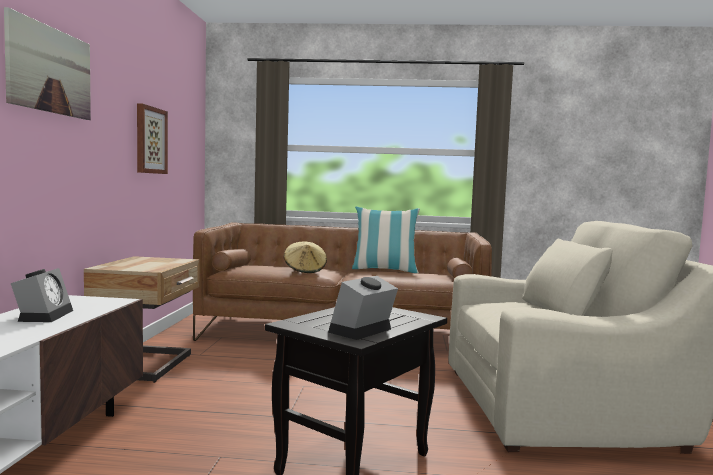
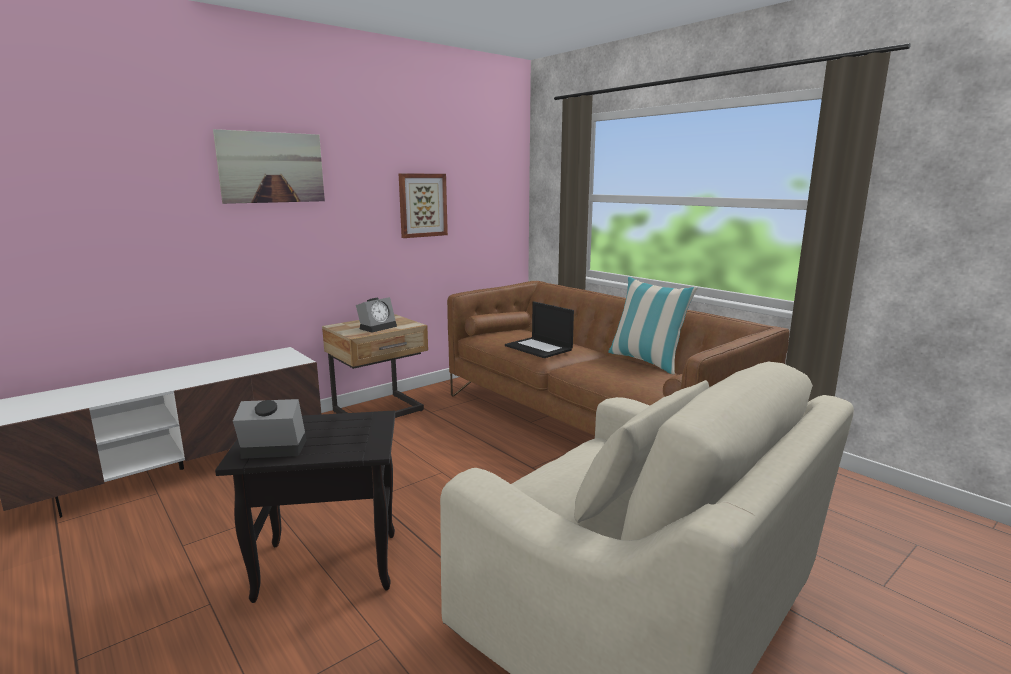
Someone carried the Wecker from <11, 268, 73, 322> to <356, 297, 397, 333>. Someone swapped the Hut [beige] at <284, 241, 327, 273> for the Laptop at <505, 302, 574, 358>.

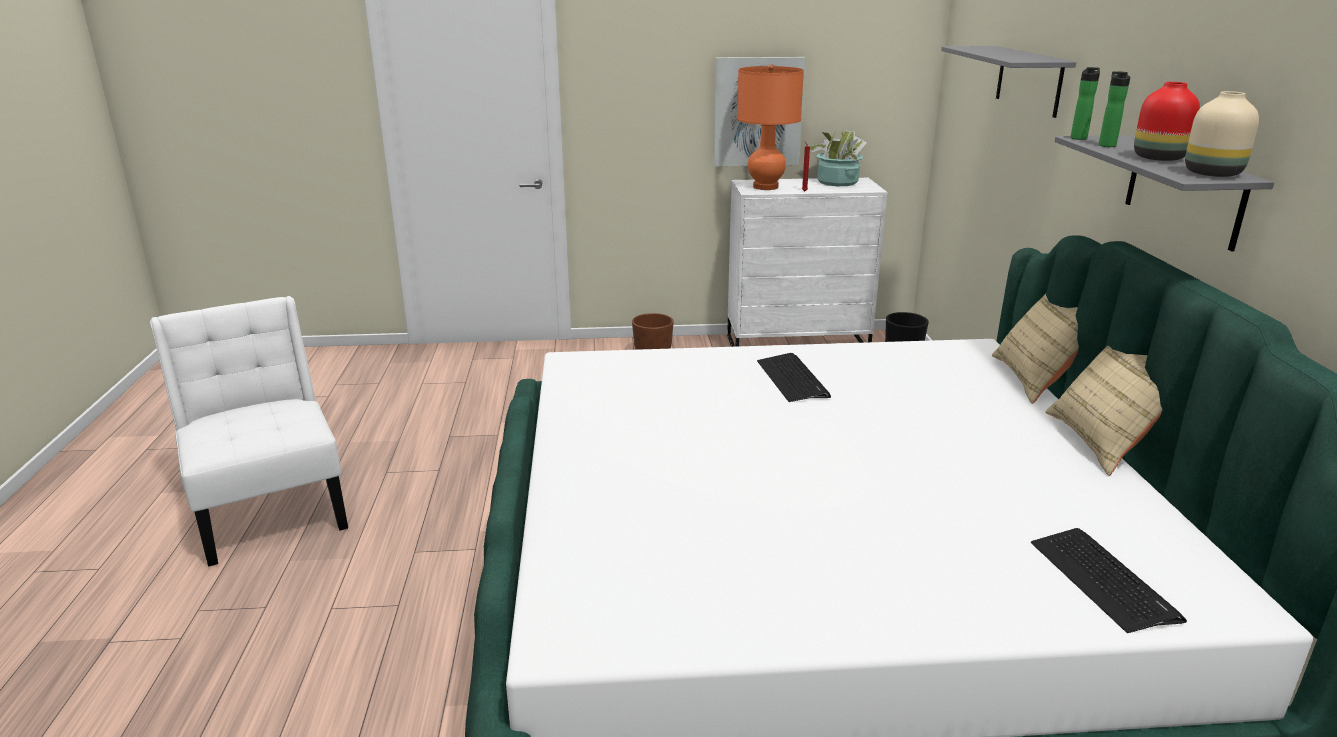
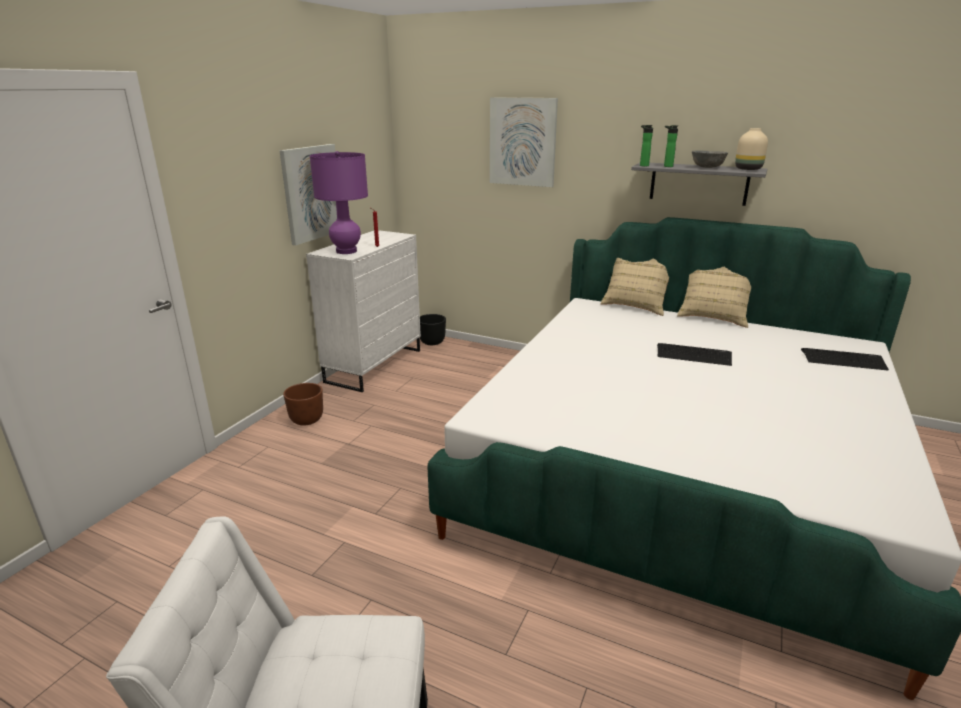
Someone repainted the Tischlampe [orange] at <737, 65, 804, 190>, which became the Tischlampe [lila] at <310, 151, 368, 254>. Someone swapped the Wandregal [grau] at <941, 46, 1076, 118> for the Bild at <490, 97, 558, 187>. Someone carried the Tastatur from <757, 353, 831, 402> to <657, 343, 732, 366>. Someone swapped the Vase [rot] at <1134, 82, 1200, 161> for the Schüssel [grau] at <692, 151, 728, 168>. Someone took away the Topfpflanze at <804, 130, 867, 186>.

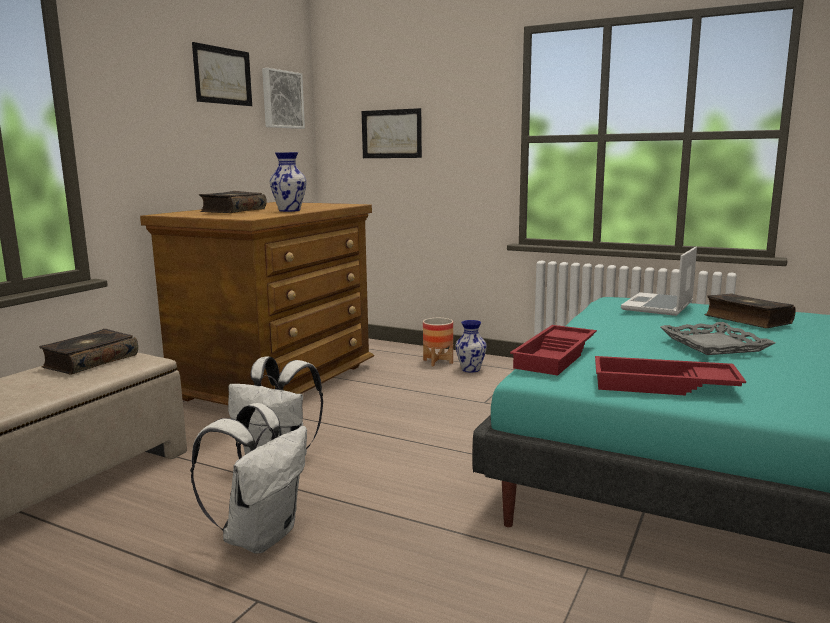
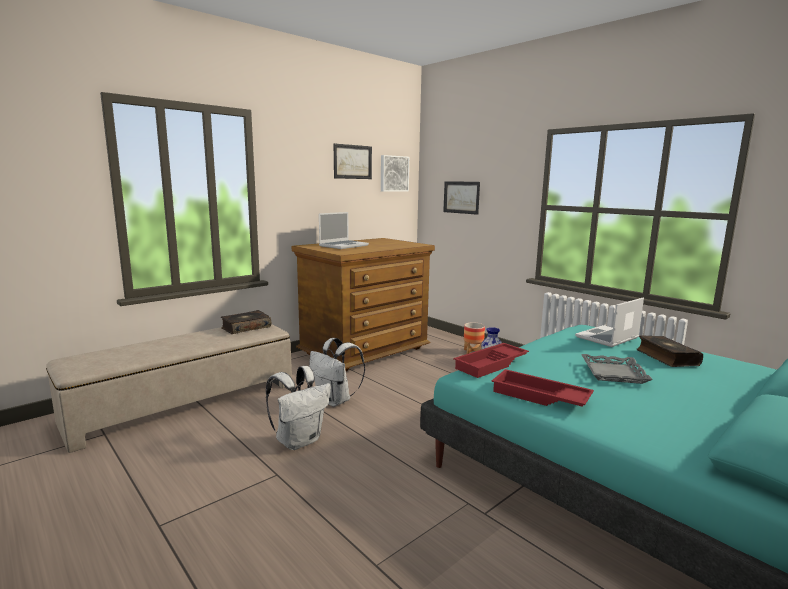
Someone swapped the Buch at <199, 191, 266, 213> for the Laptop at <319, 212, 369, 249>. Someone took away the Vase at <270, 152, 306, 212>.

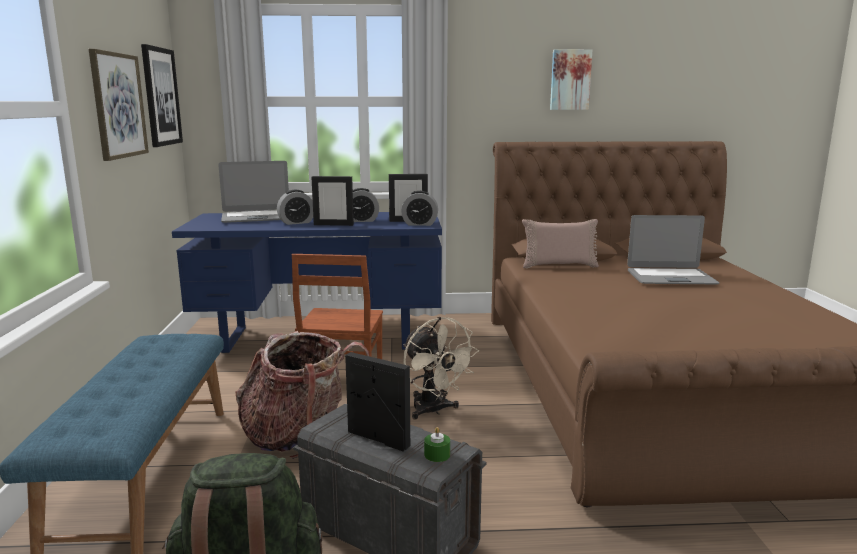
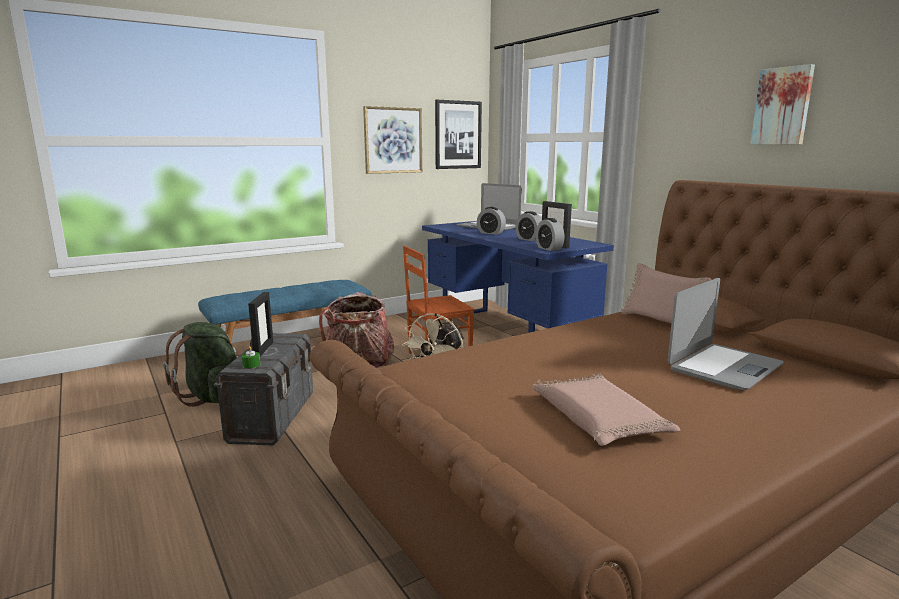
Someone put down the Kissen [beige] at <532, 374, 680, 446>. Someone rotated the Laptop at <627, 215, 719, 284> by 105 degrees counterclockwise. Someone took away the Bilderrahmen at <311, 176, 354, 226>.

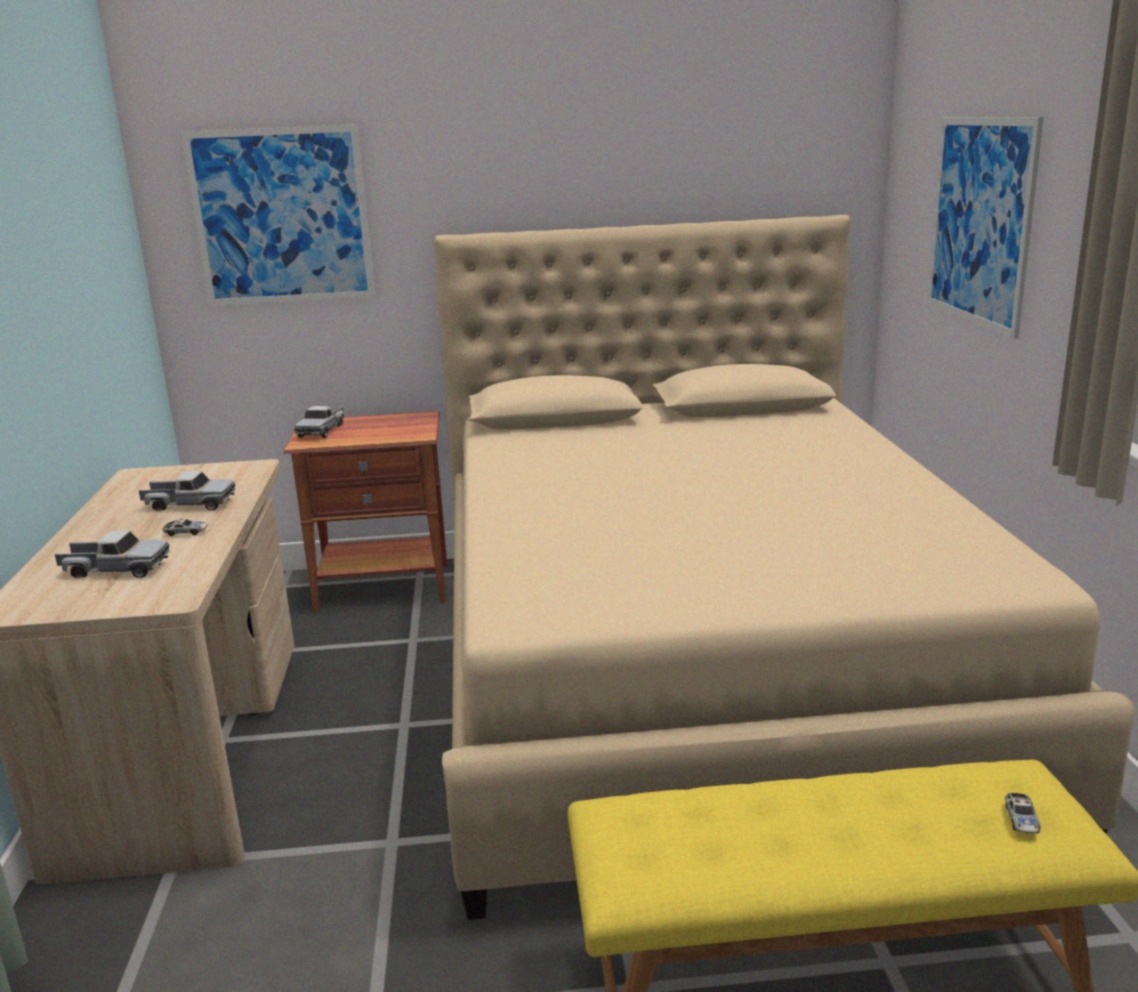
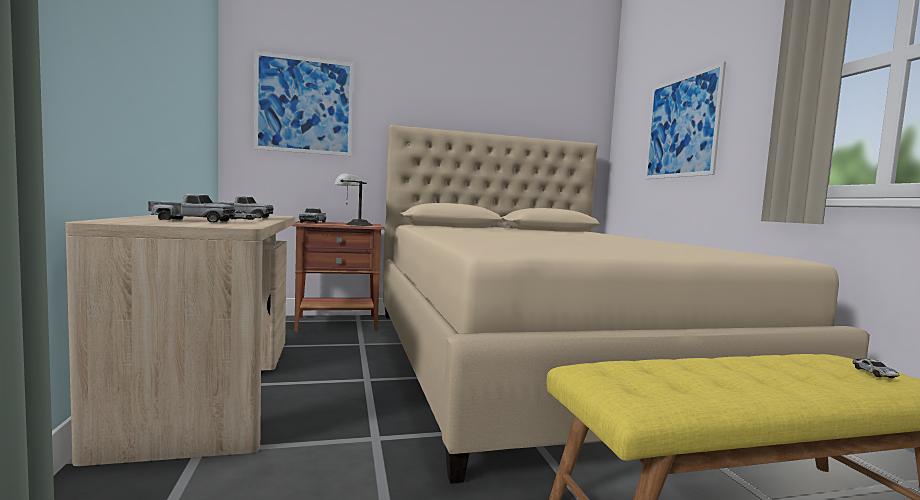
Someone put down the Tischlampe at <334, 174, 373, 226>.

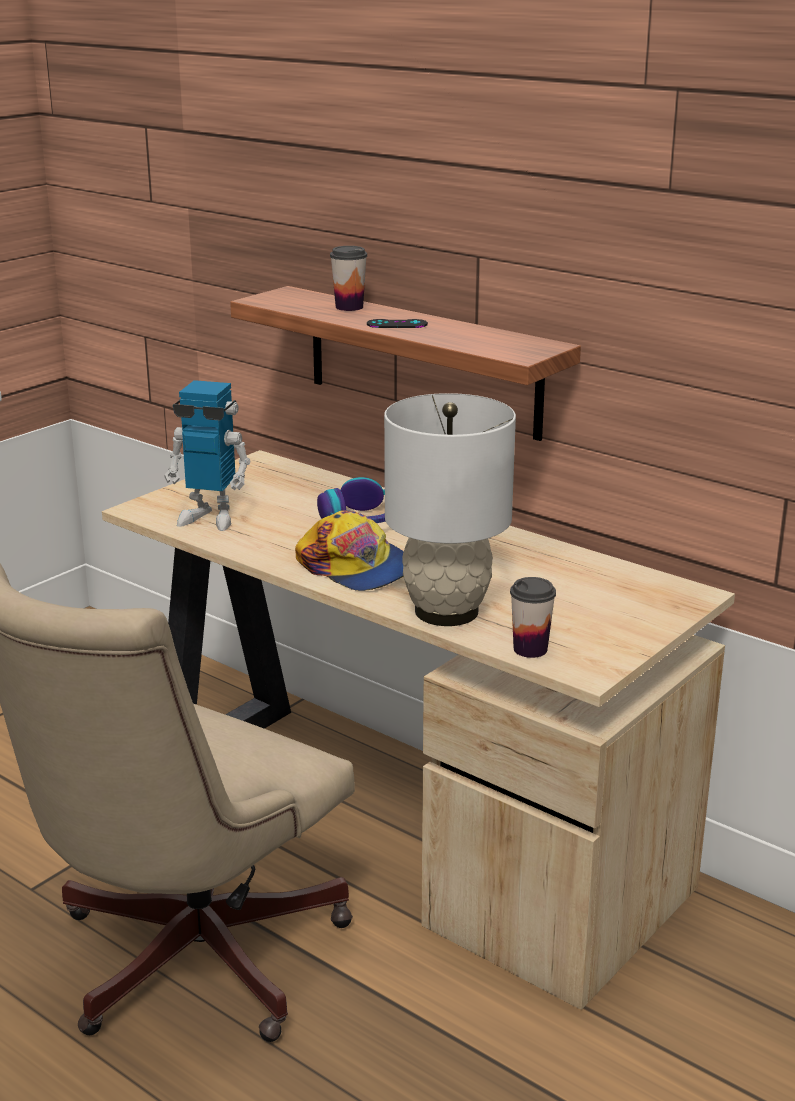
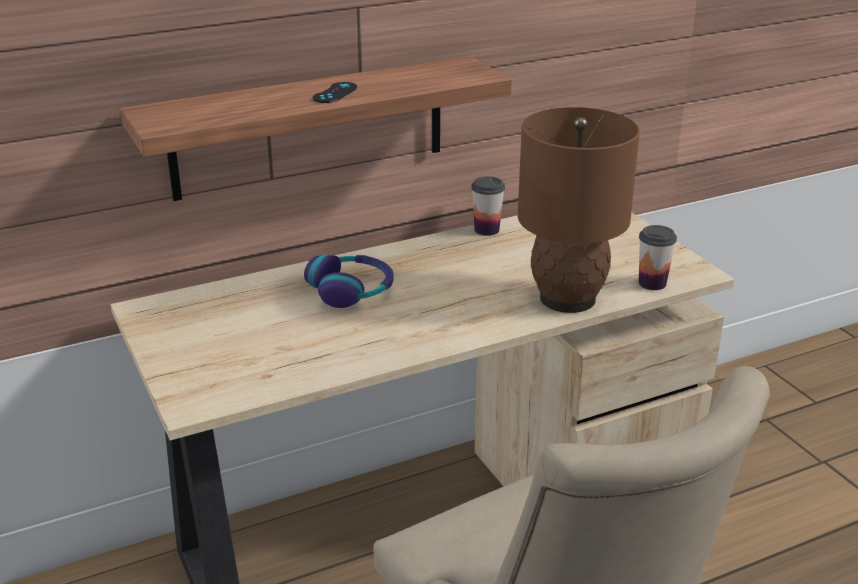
Someone carried the Tasse from <330, 246, 367, 311> to <471, 176, 505, 236>. Someone repainted the Tischlampe [weiß] at <384, 393, 516, 626>, which became the Tischlampe [braun] at <518, 107, 640, 313>. Someone took away the Spielzeugroboter at <164, 380, 250, 531>. Someone took away the Kappe at <295, 510, 404, 591>.

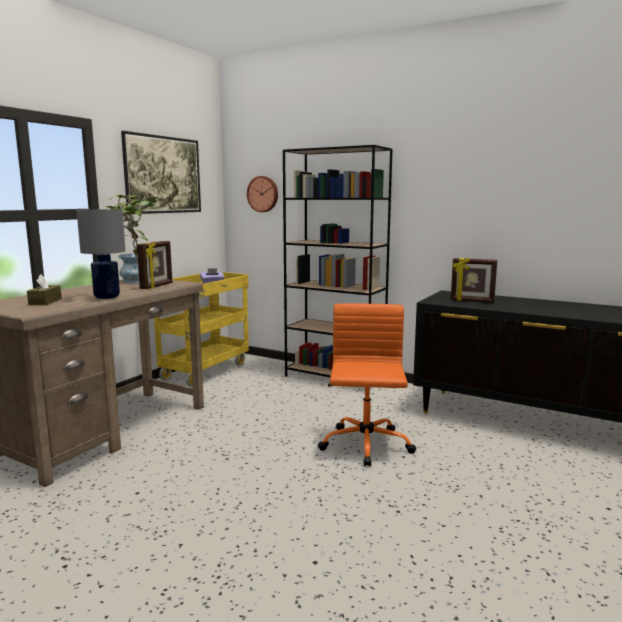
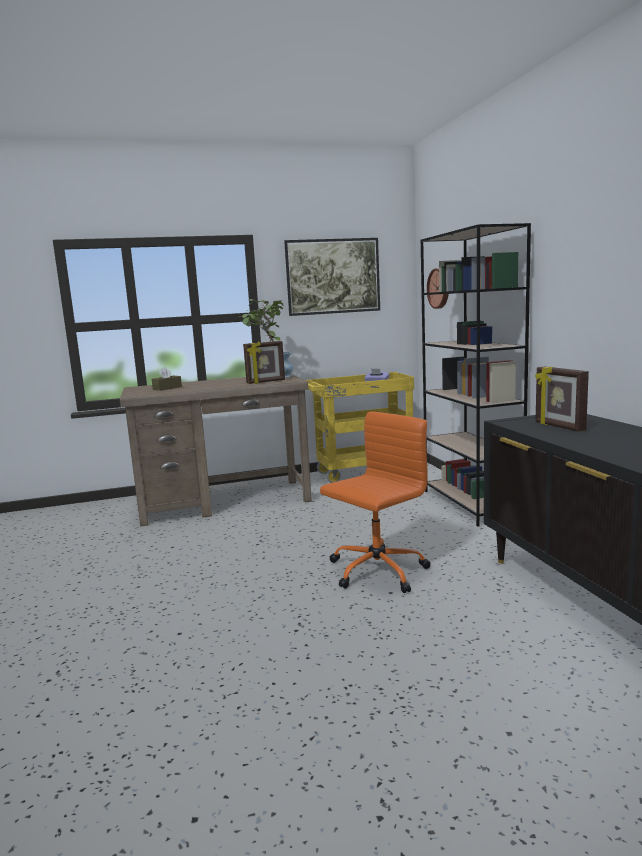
Someone took away the Tischlampe [grau] at <77, 209, 126, 299>.

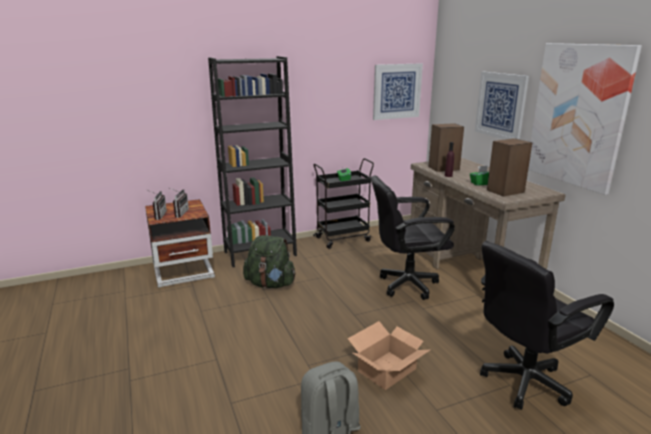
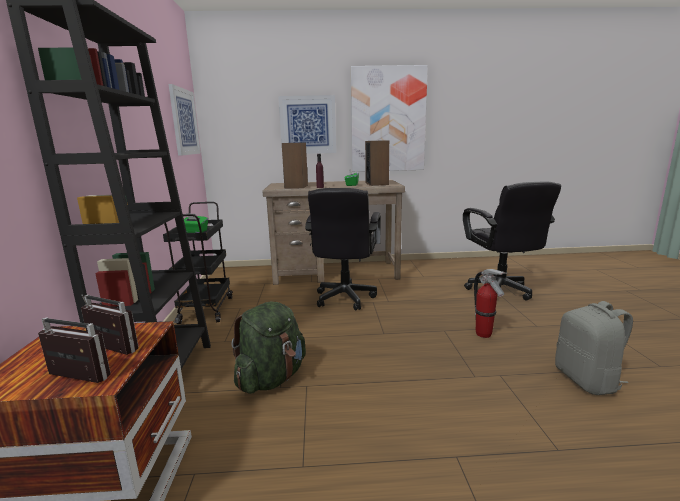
Someone swapped the Karton at <348, 321, 431, 390> for the Feuerlöscher at <474, 269, 508, 338>.

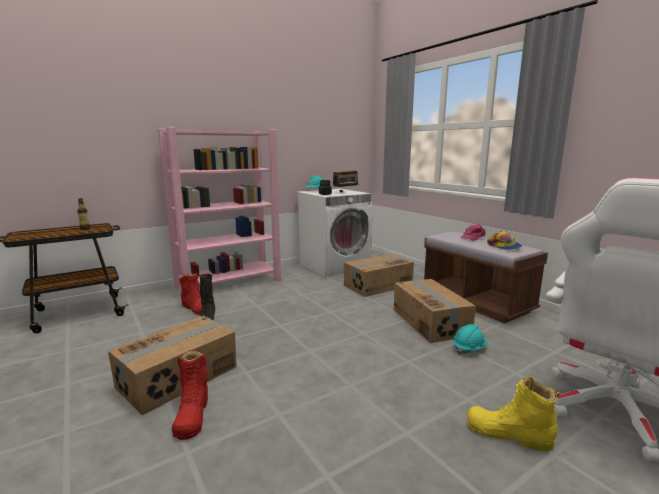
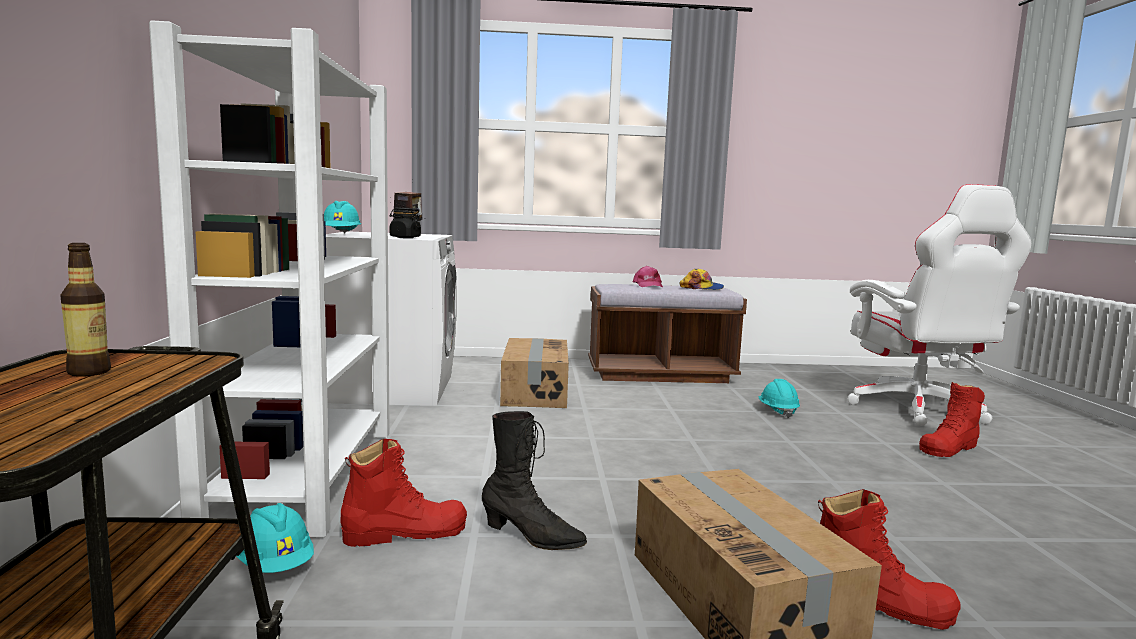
Someone repainted the Bücherregal [rosa] at <158, 127, 281, 288>, which became the Bücherregal [weiß] at <149, 20, 390, 538>. Someone put down the Schutzhelm [türkis] at <236, 503, 314, 573>. Someone repainted the Stiefel [gelb] at <467, 377, 559, 452>, which became the Stiefel [rot] at <919, 382, 985, 457>. Someone took away the Karton at <394, 279, 476, 343>.

